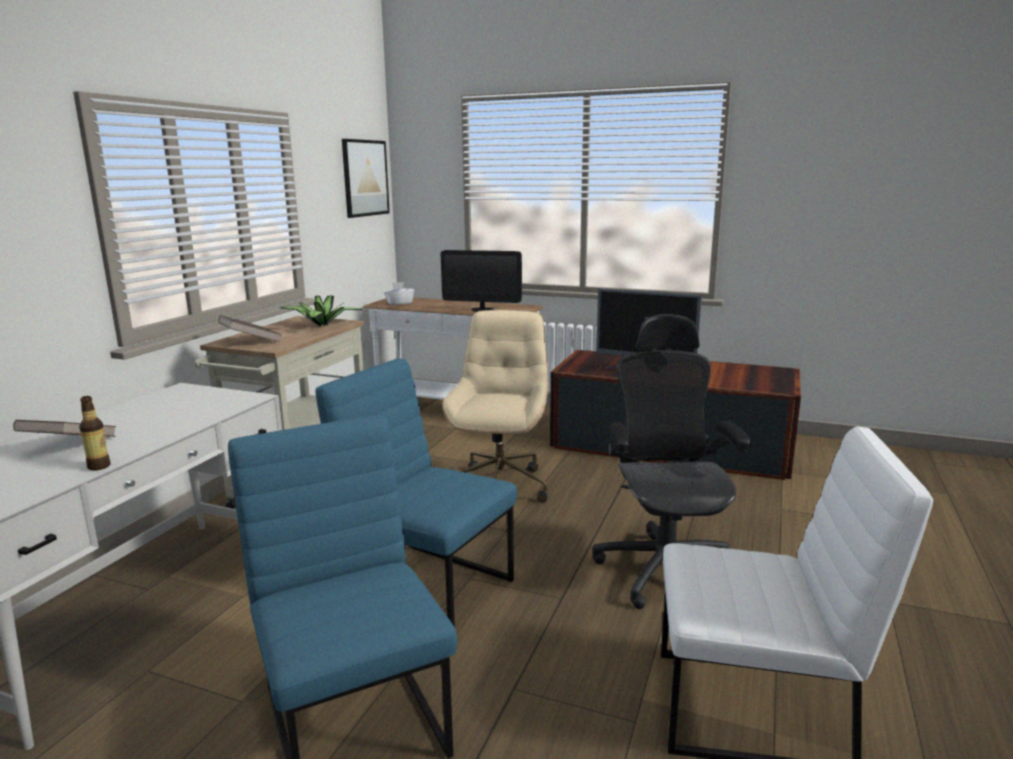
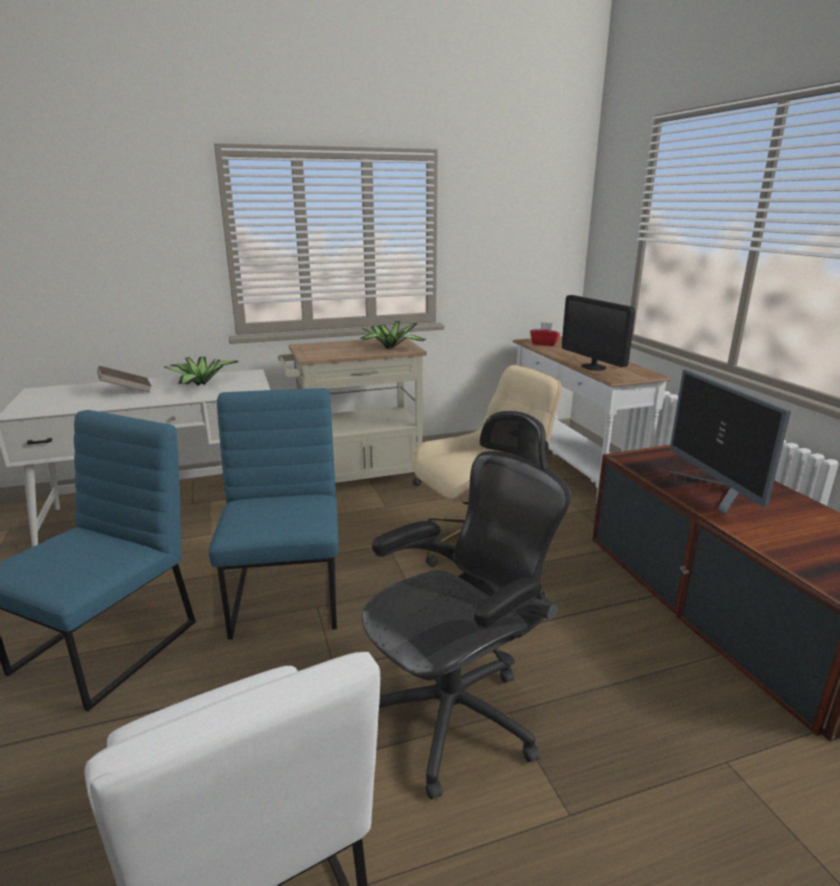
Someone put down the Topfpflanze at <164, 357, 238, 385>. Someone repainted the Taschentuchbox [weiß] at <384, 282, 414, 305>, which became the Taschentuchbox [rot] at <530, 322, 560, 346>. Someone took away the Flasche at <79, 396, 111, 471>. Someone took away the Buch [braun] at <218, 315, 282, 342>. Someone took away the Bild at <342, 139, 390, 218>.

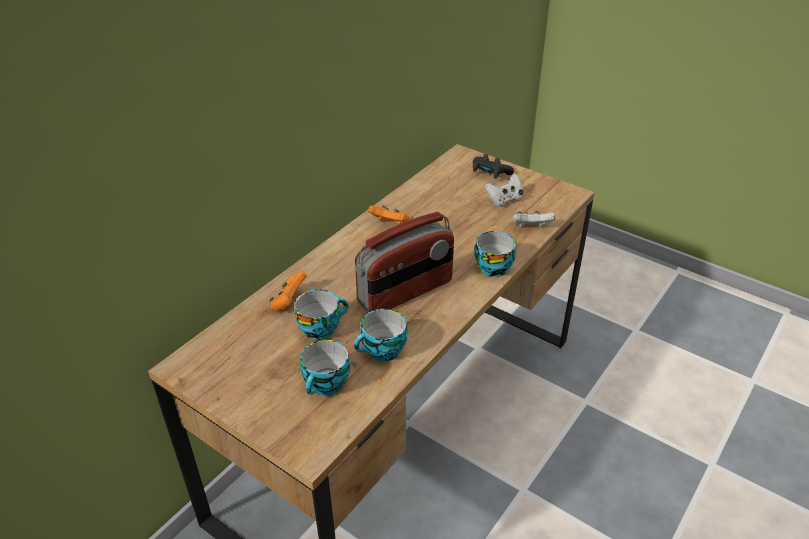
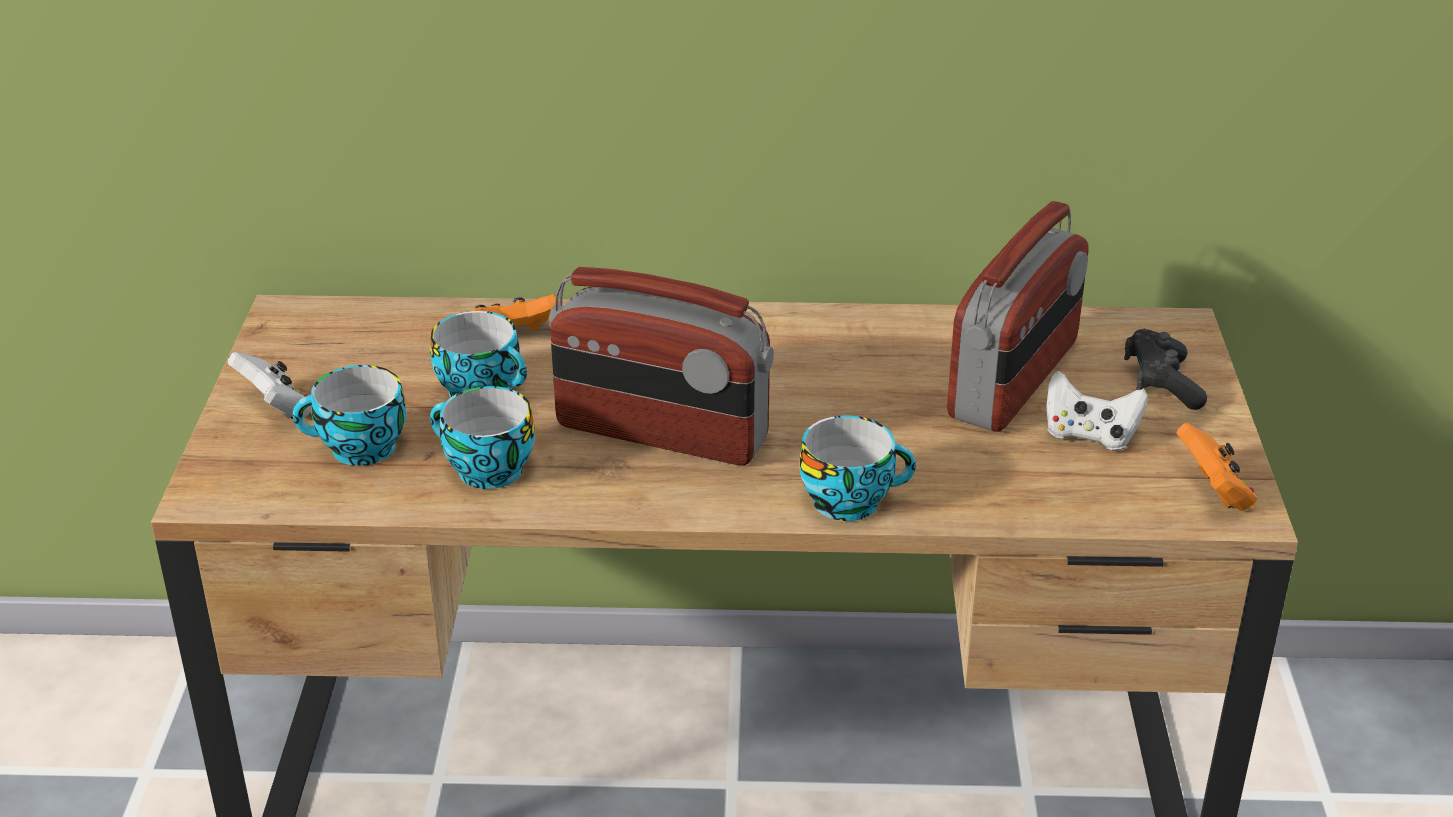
Someone carried the Gamepad [weiß] from <513, 211, 556, 228> to <228, 352, 312, 419>. Someone put down the Radio at <947, 201, 1089, 432>. Someone carried the Gamepad [orange] from <368, 205, 409, 225> to <1176, 423, 1257, 511>.

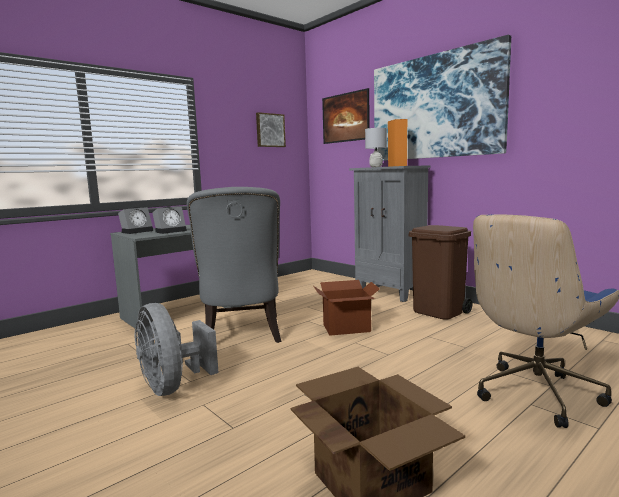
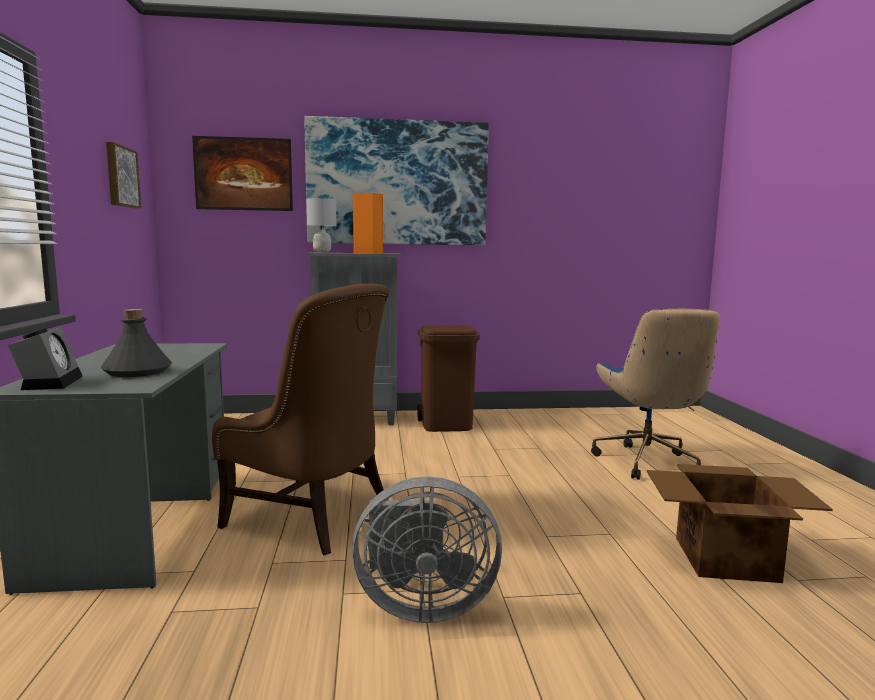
Someone swapped the Wecker at <152, 206, 187, 234> for the Flasche [grau] at <101, 309, 172, 377>. Someone repainted the Stuhl [grau] at <187, 187, 281, 343>, which became the Stuhl [braun] at <212, 284, 390, 555>. Someone took away the Karton at <314, 280, 380, 336>.

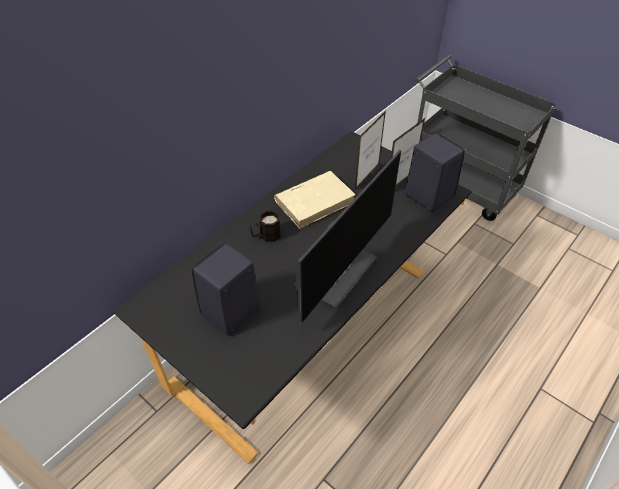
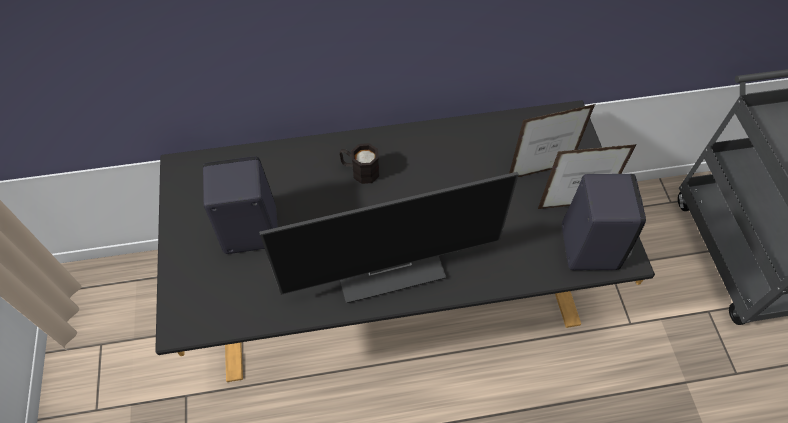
Someone took away the Buch [beige] at <274, 171, 356, 229>.

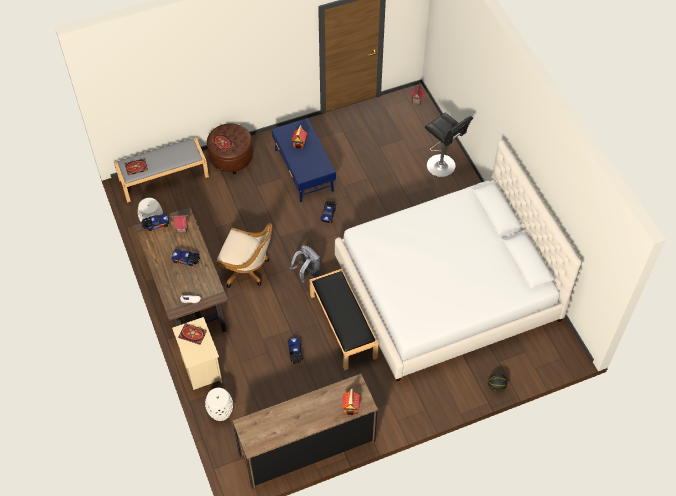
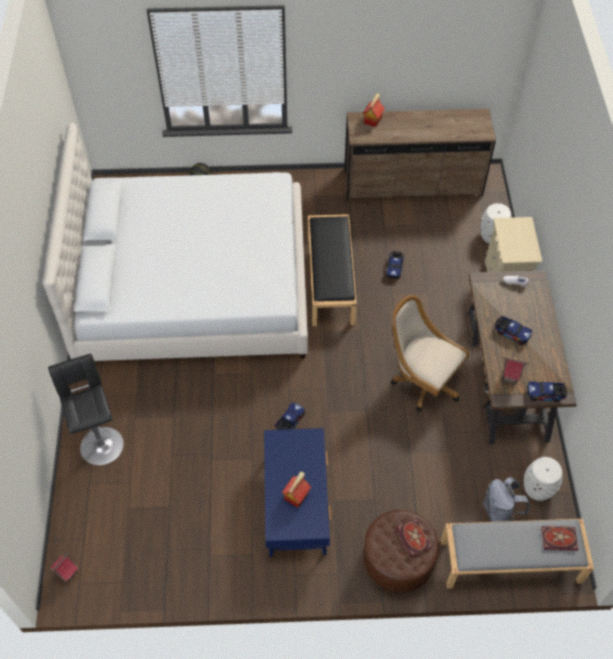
Someone carried the Rucksack [grau] from <290, 246, 320, 283> to <483, 477, 530, 522>. Someone took away the Buch at <178, 323, 207, 345>.

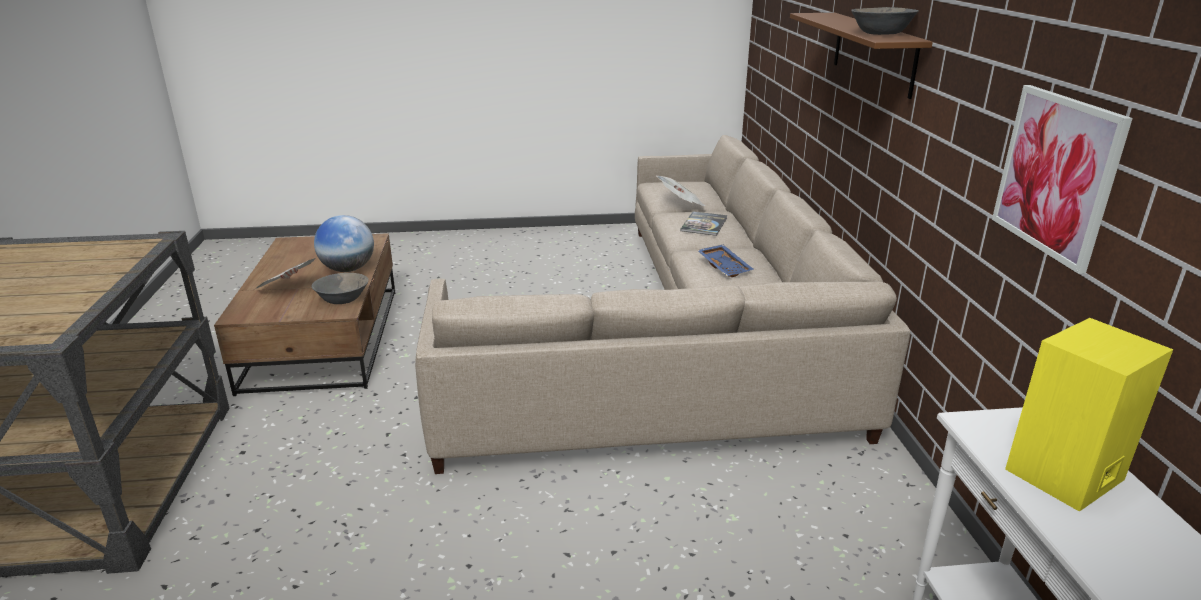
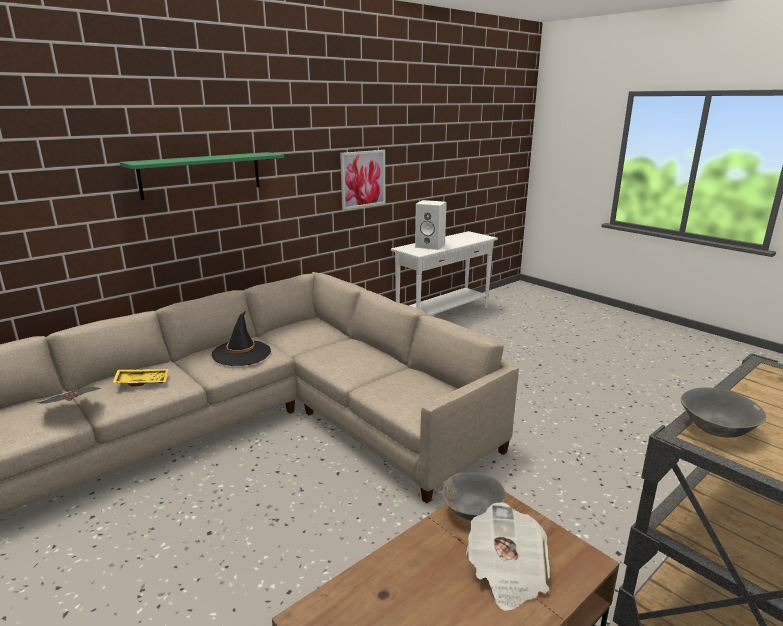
Someone swapped the Buch at <680, 211, 728, 236> for the Tablett [gelb] at <112, 369, 168, 387>. Someone repainted the Wandregal [braun] at <790, 13, 933, 99>, which became the Wandregal [grün] at <119, 152, 284, 200>. Someone swapped the Tablett [blau] at <697, 245, 753, 277> for the Hut [schwarz] at <211, 311, 271, 366>. Someone repainted the Lautsprecher [gelb] at <1005, 318, 1173, 512>, which became the Lautsprecher [weiß] at <415, 200, 447, 250>. Someone carried the Schüssel [grau] from <851, 7, 919, 35> to <680, 387, 766, 438>. Someone took away the Globus at <314, 215, 374, 272>.

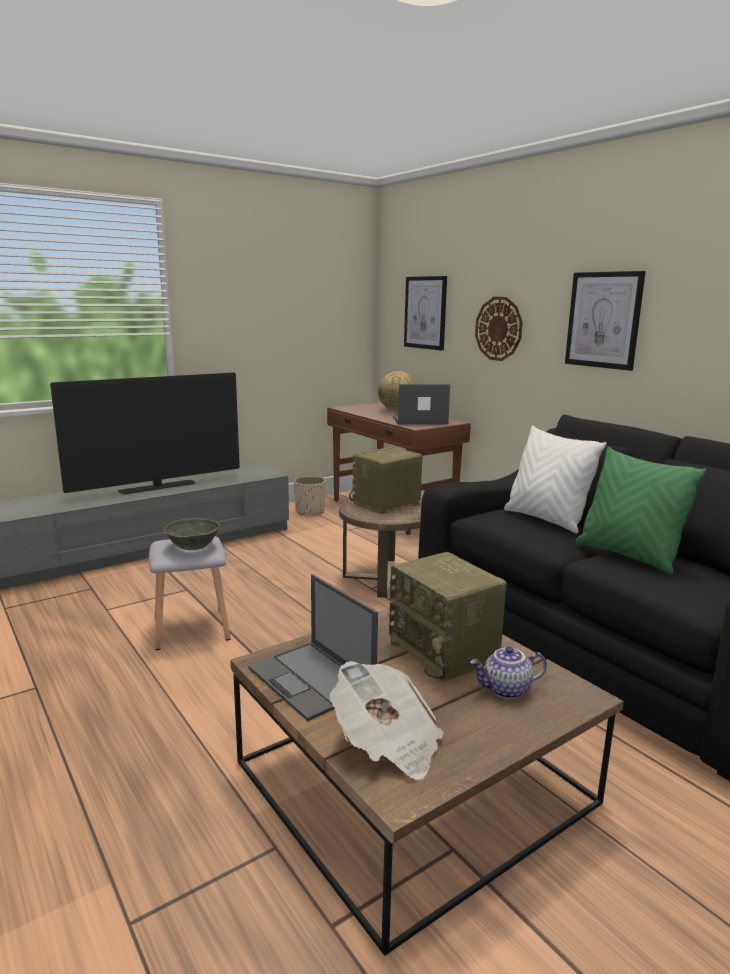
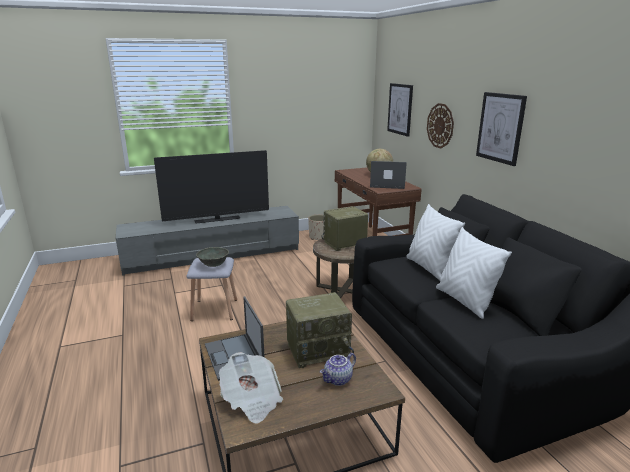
Someone rotated the Radio at <389, 552, 507, 682> by 90 degrees counterclockwise. Someone rotated the Teekanne at <470, 646, 547, 699> by 45 degrees counterclockwise. Someone repainted the Kissen [grün] at <575, 447, 707, 574>, which became the Kissen [weiß] at <436, 227, 512, 319>.

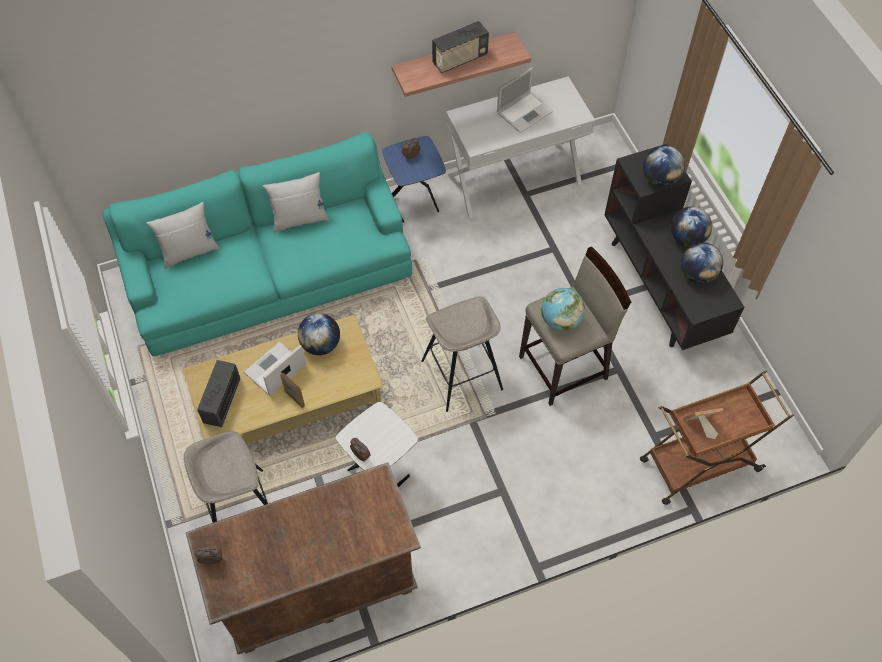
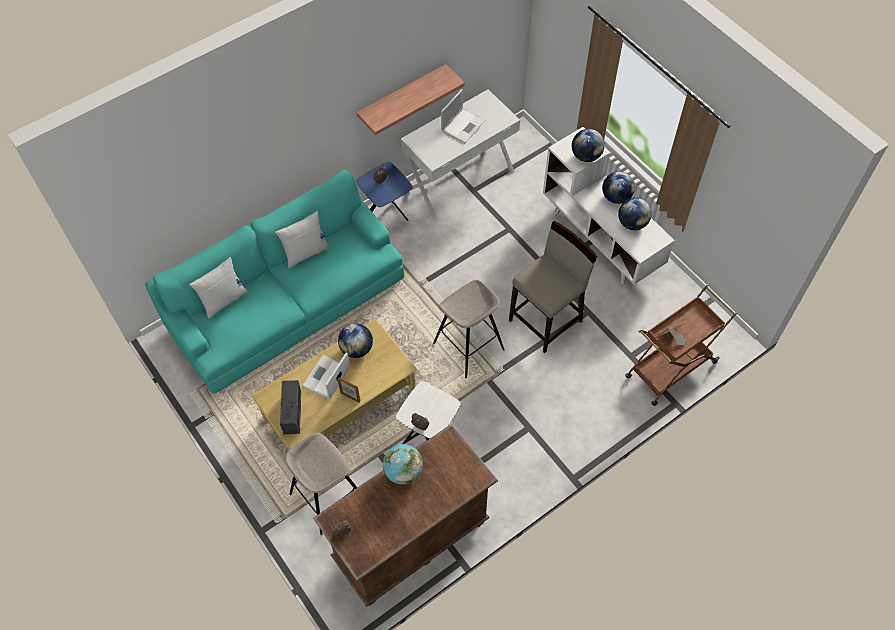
Someone carried the Globus from <541, 288, 585, 331> to <383, 444, 423, 484>. Someone repainted the Fernsehschrank [schwarz] at <605, 143, 745, 350>, which became the Fernsehschrank [weiß] at <543, 127, 675, 285>. Someone took away the Radio at <432, 21, 489, 73>.

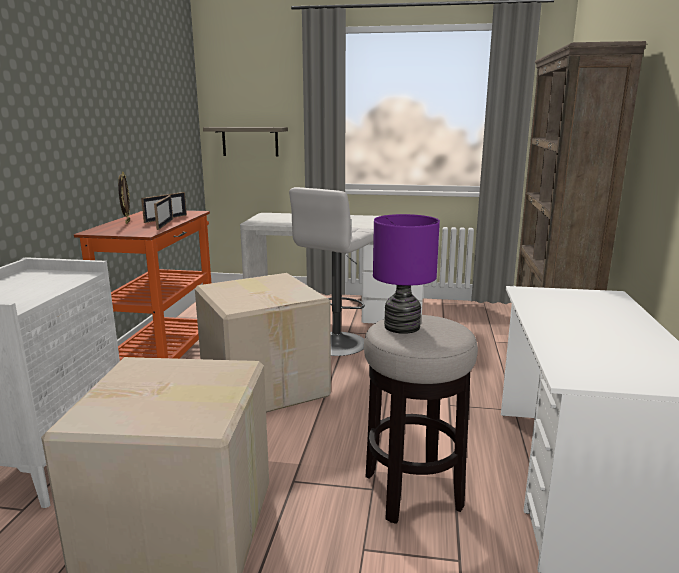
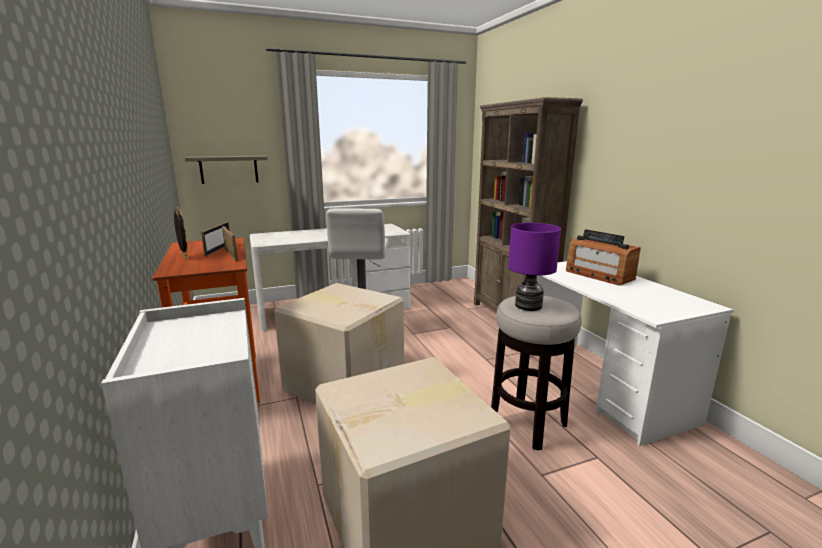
Someone put down the Radio at <566, 229, 641, 285>.

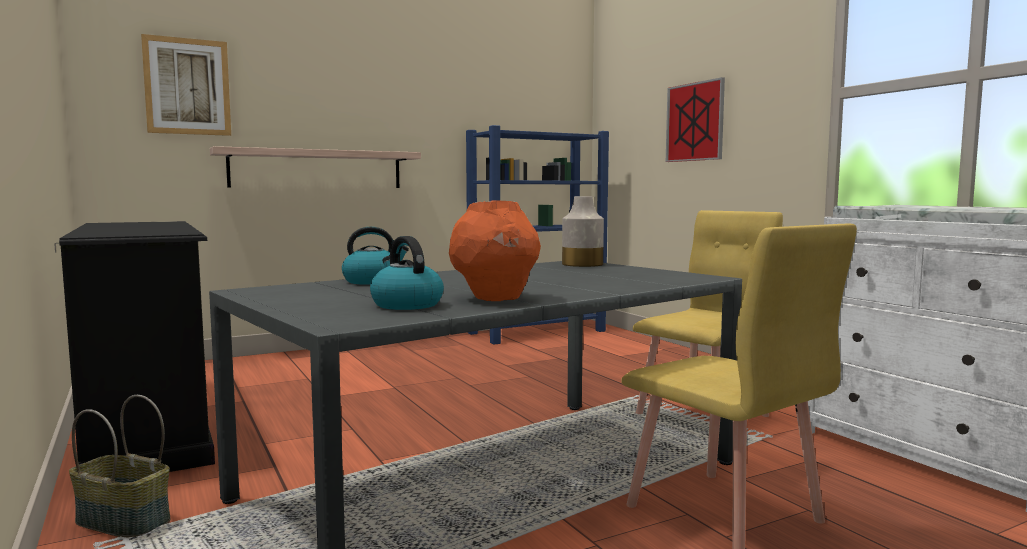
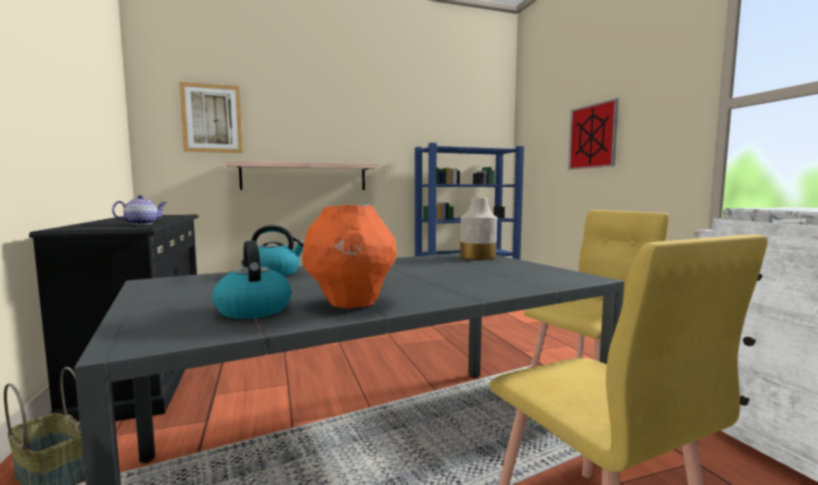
Someone put down the Teekanne at <112, 195, 167, 225>.

